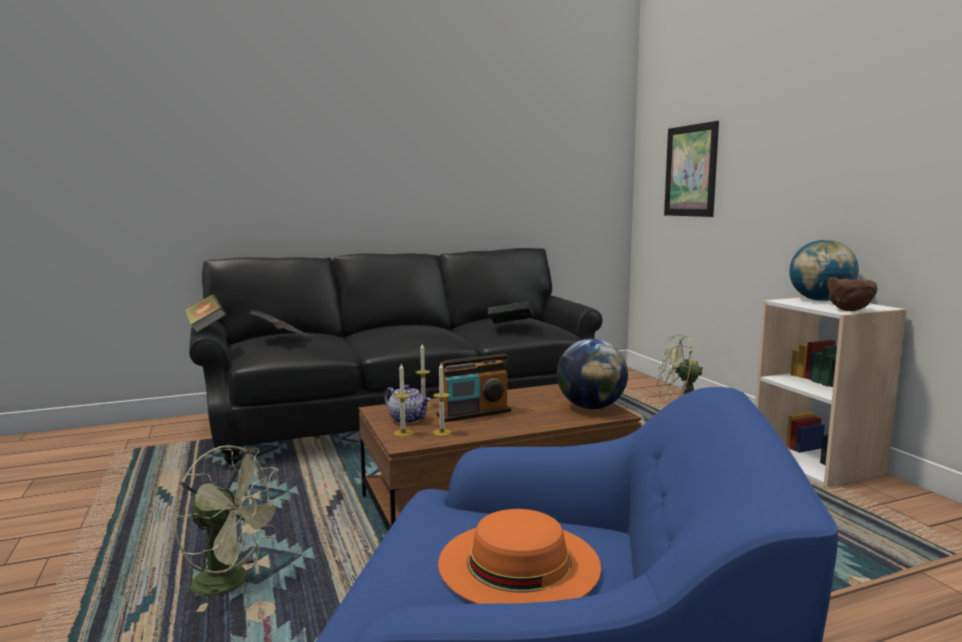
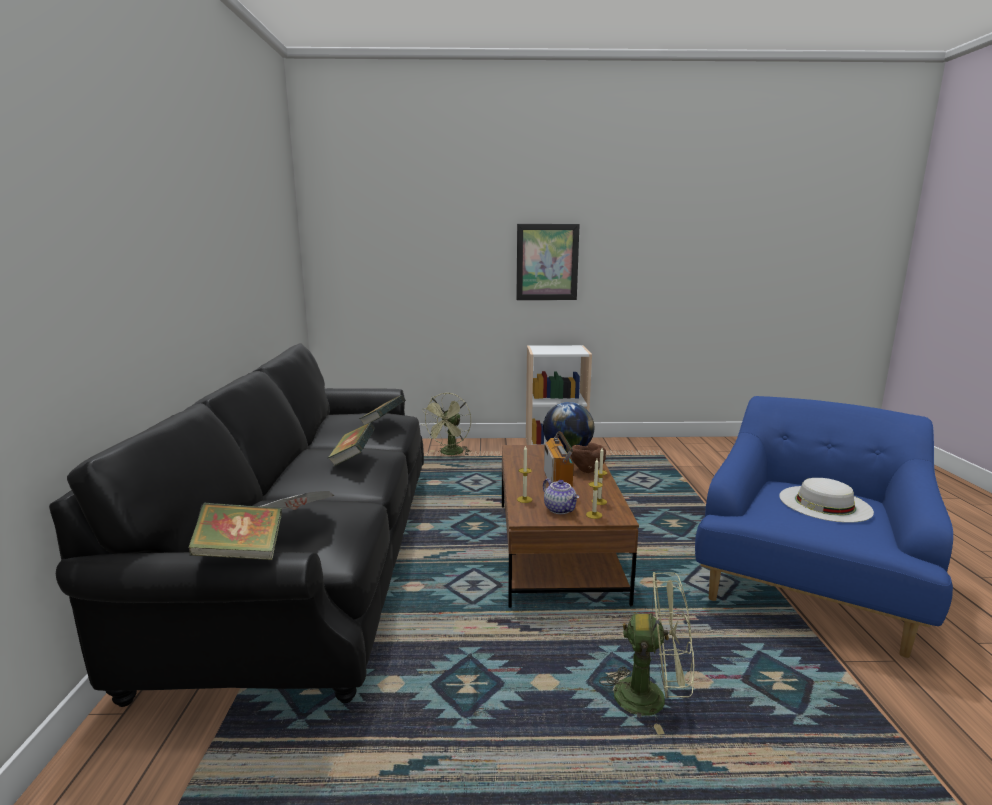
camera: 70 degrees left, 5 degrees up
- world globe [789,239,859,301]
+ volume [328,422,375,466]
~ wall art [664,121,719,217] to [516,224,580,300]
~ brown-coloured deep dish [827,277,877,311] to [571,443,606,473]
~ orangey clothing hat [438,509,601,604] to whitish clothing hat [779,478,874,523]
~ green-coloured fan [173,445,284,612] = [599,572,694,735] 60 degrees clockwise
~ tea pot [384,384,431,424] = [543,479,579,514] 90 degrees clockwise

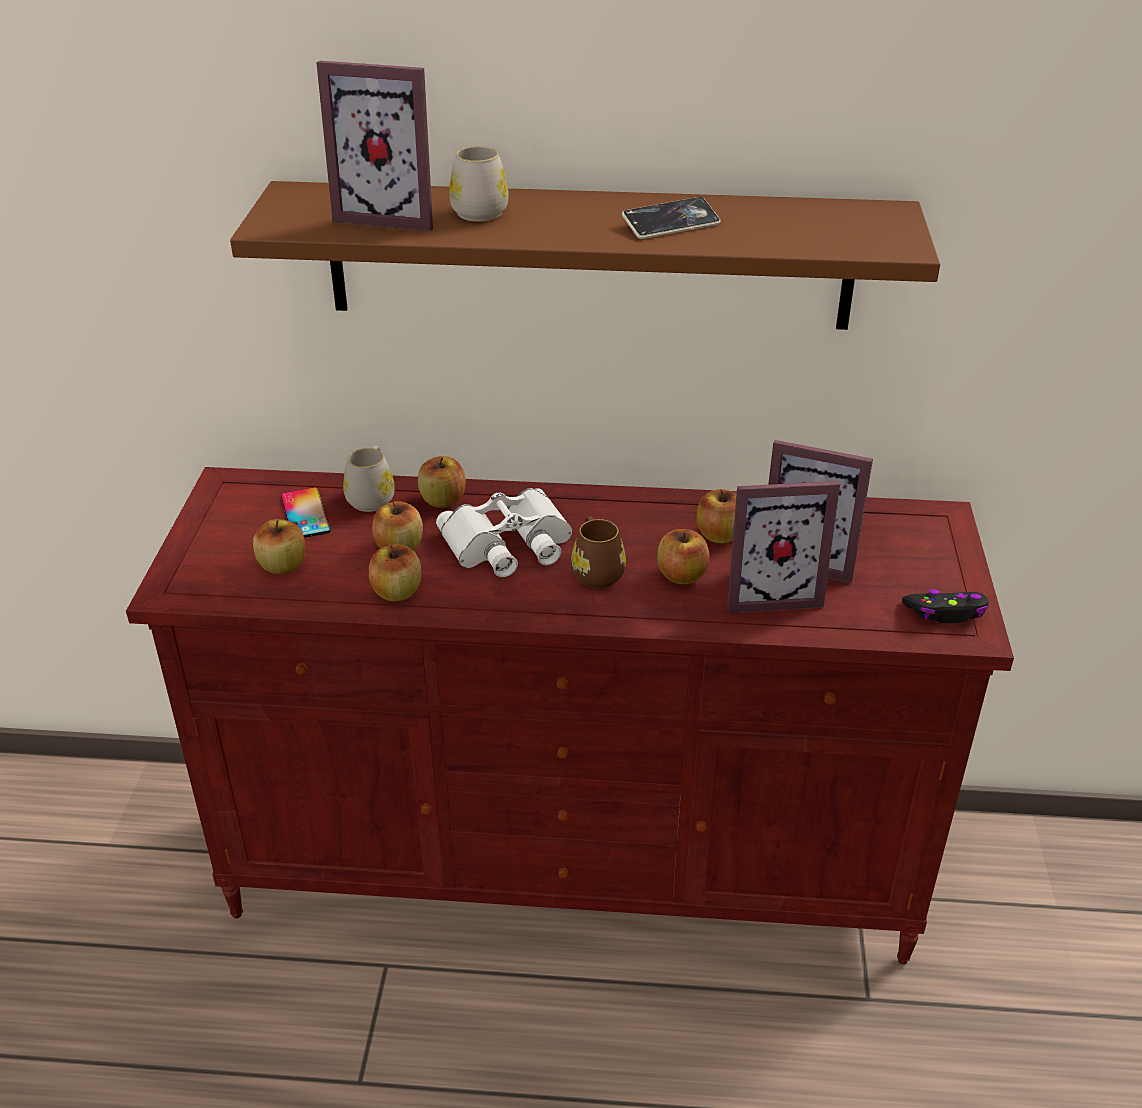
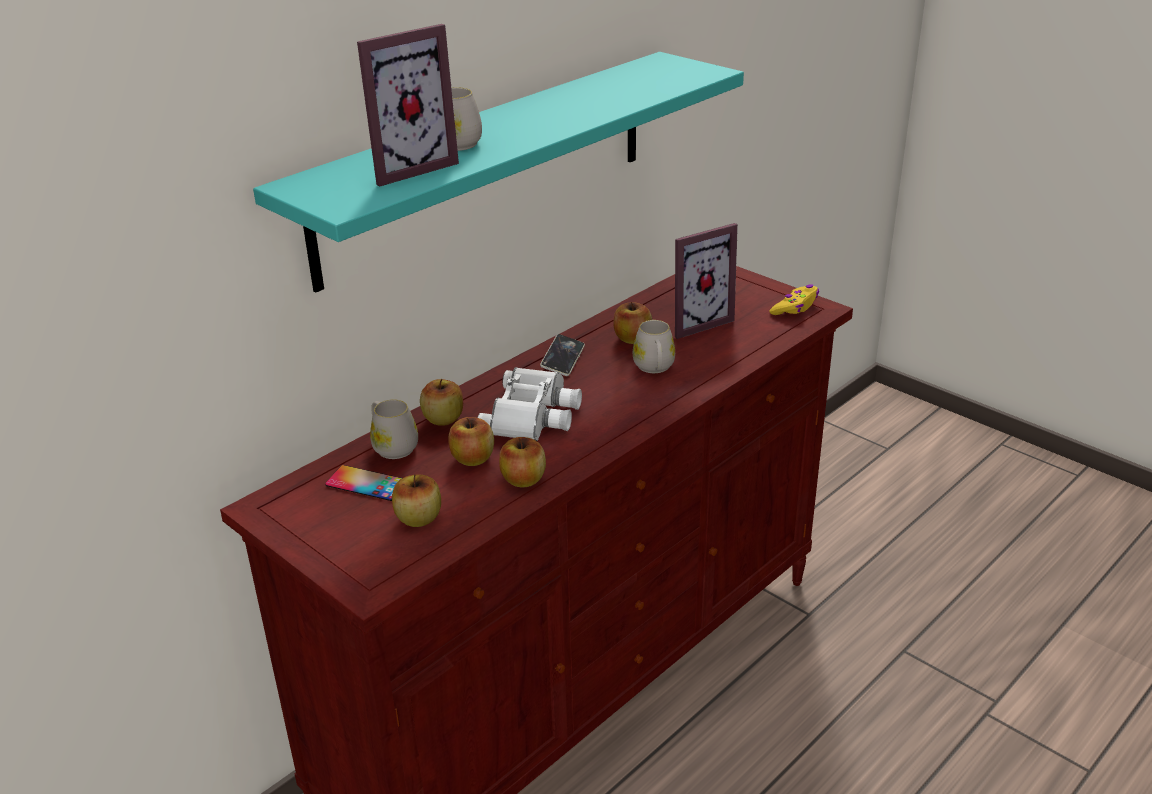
camera: 50 degrees left, 5 degrees down
- brown-coloured tea mug [571,516,626,588]
- standing frame [727,481,840,613]
~ telephone [622,197,721,239] to [540,334,585,376]
~ whole apple [657,529,709,584] to whitish tea mug [633,320,675,373]
~ brown-coloured bracket shelf [230,181,940,330] to blue-green bracket shelf [253,52,744,292]
~ blackish gamepad [902,589,989,623] to yellow gamepad [769,284,819,315]

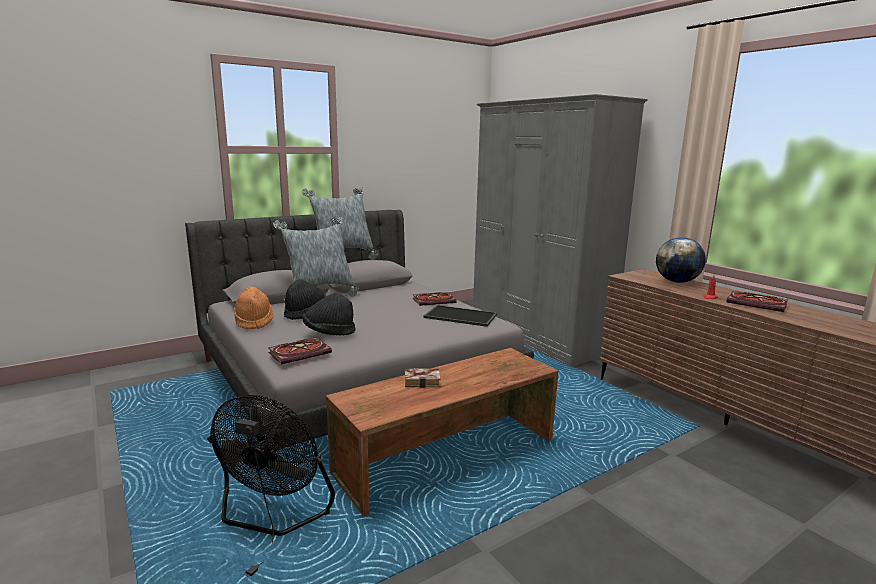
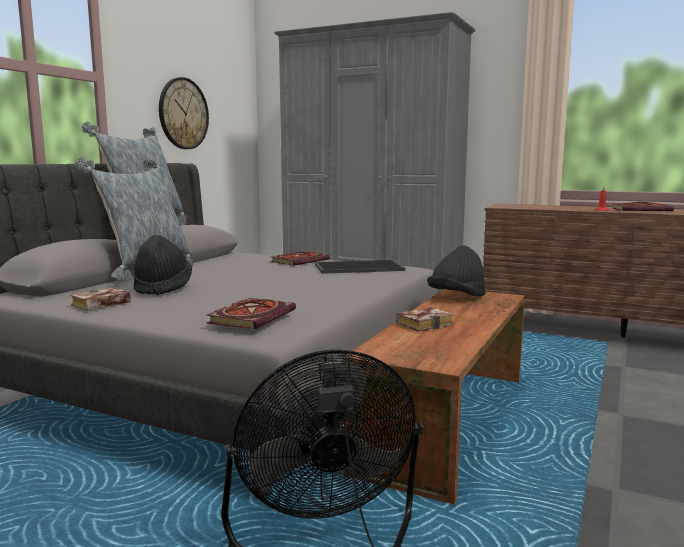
camera: 30 degrees left, 5 degrees down
- world globe [656,237,706,283]
+ hanging clock [159,77,209,149]
~ blackish clothing hat [302,293,356,336] to [427,245,486,296]
~ orangey clothing hat [234,287,273,329] to volume [70,288,131,311]

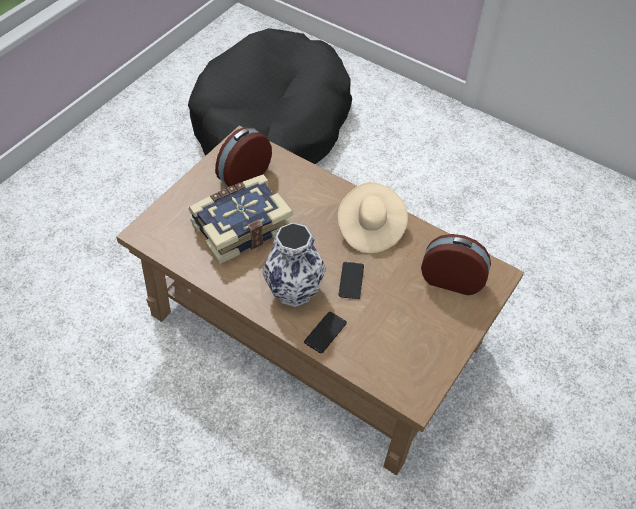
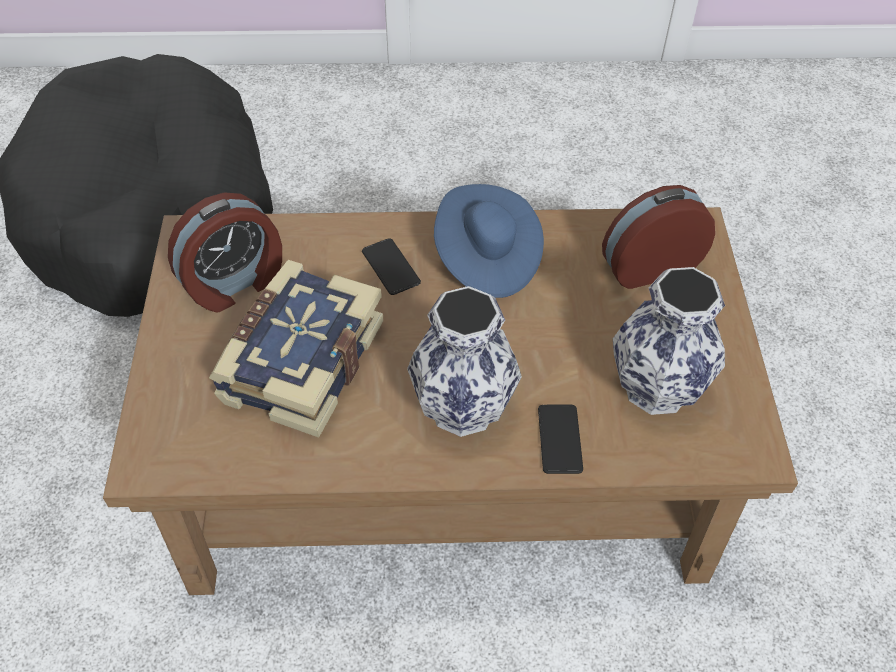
camera: 35 degrees left, 0 degrees up
+ flower vase [613,267,725,415]
~ telephone [339,262,364,299] to [362,238,421,295]
~ sand-coloured clothing hat [338,182,408,253] to blue-coloured clothing hat [434,184,544,298]
~ table clock [215,127,272,187] = [168,192,282,312] 135 degrees counterclockwise

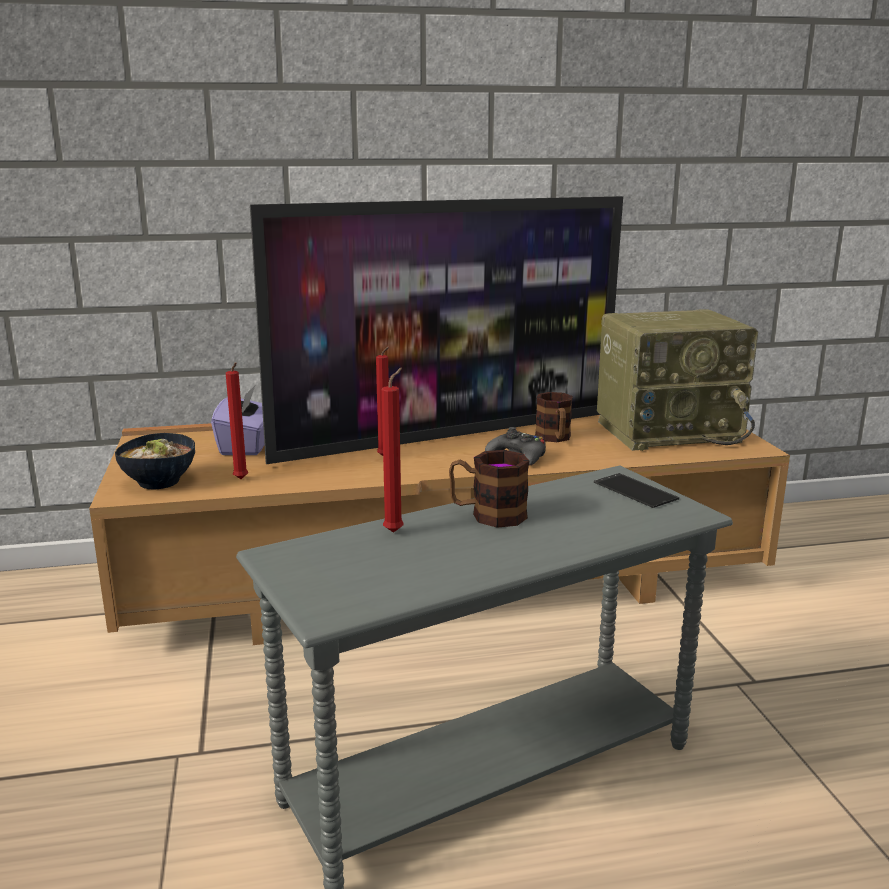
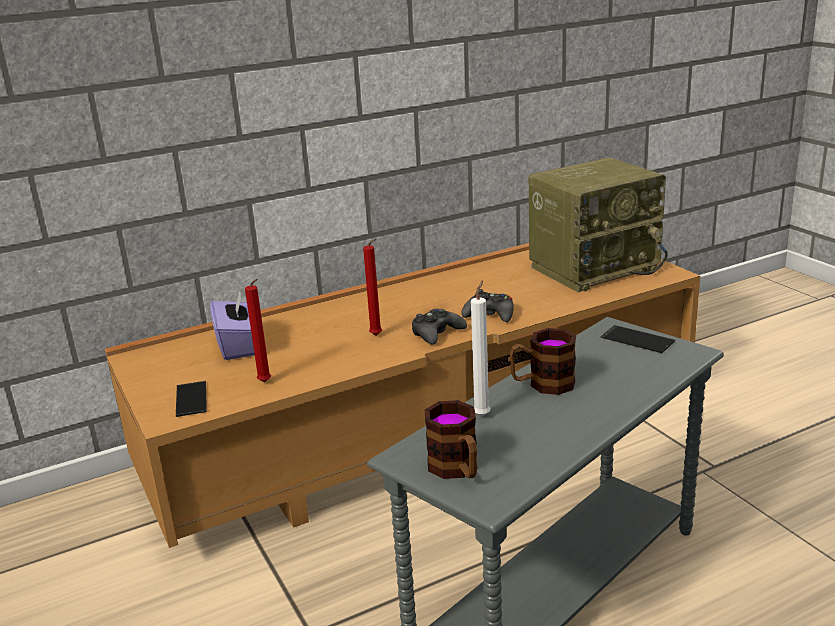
camera: 15 degrees left, 5 degrees up
- TV set [250,196,623,464]
+ blackish gamepad [412,308,467,345]
~ tea mug [535,392,573,442] to [425,400,477,479]
~ deep dish [115,433,195,489] to telephone [176,381,207,417]
~ red wax candle [382,367,403,533] to whitish wax candle [471,281,490,416]

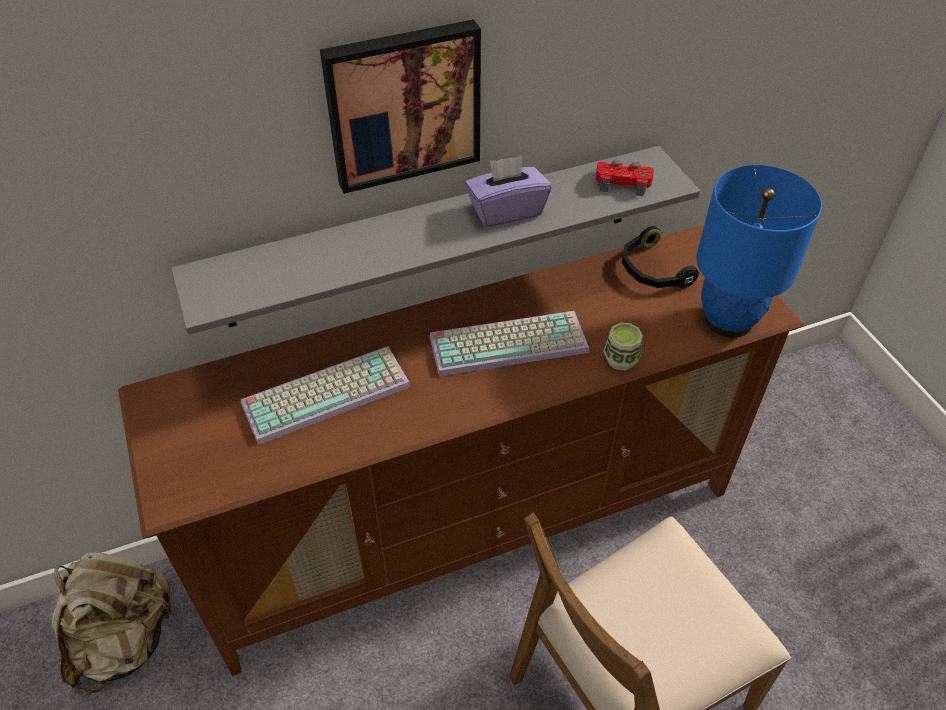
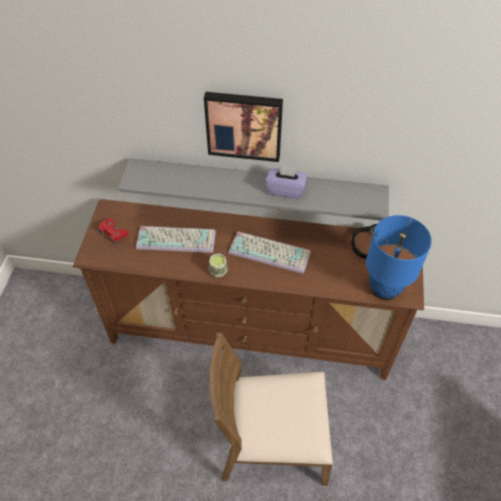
camera: 30 degrees right, 5 degrees up
- sand-coloured rucksack [52,552,176,693]
~ red gamepad [596,160,654,196] to [98,219,129,244]
~ small cup [603,323,643,370] to [209,254,228,277]

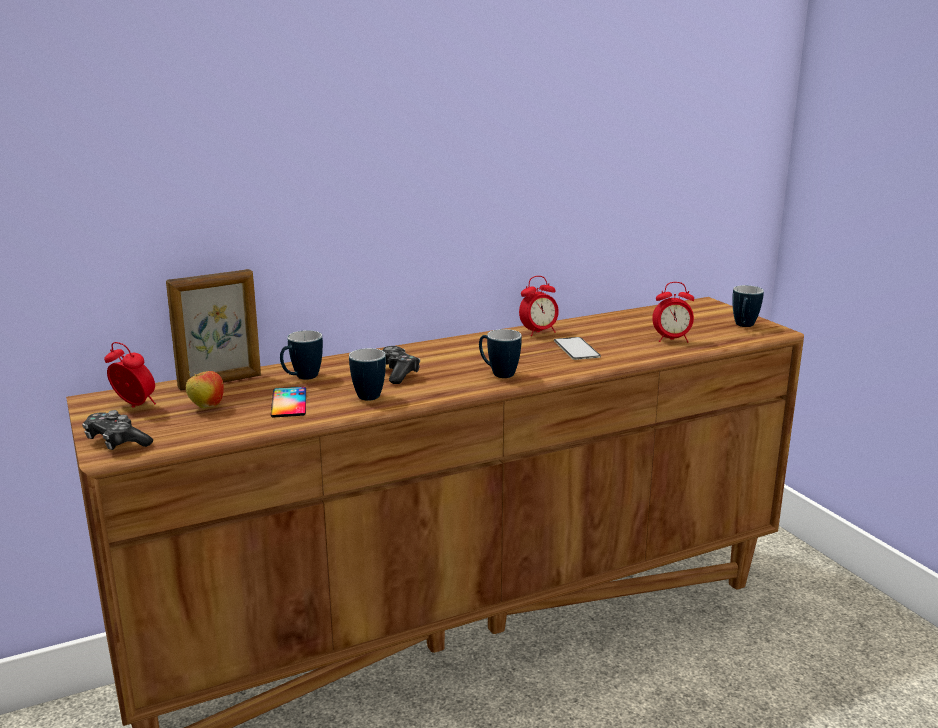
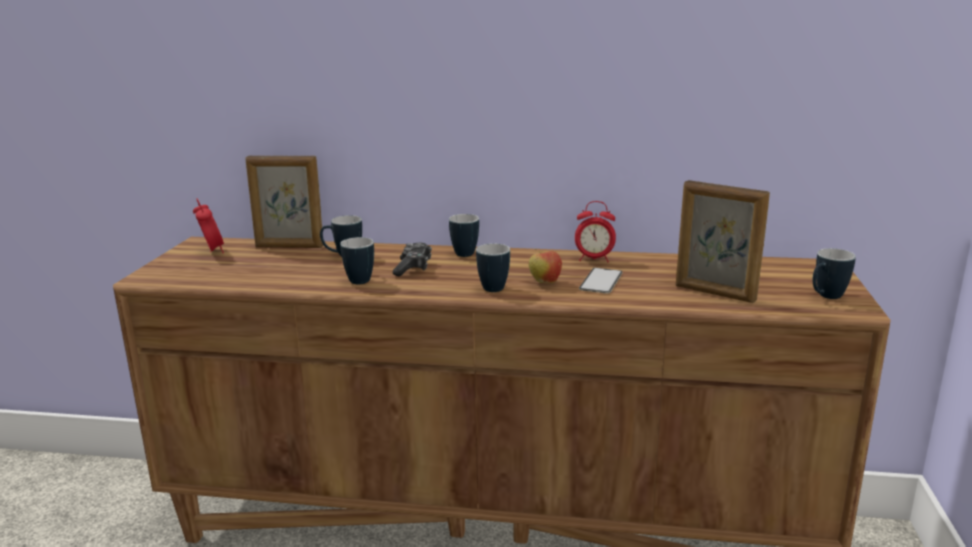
camera: 35 degrees right, 0 degrees up
- gamepad [82,410,153,450]
- telephone [271,387,306,417]
+ tea mug [449,214,479,257]
~ whole apple [186,371,224,409] to [529,248,562,283]
~ table clock [652,282,694,343] to standing frame [676,180,770,303]

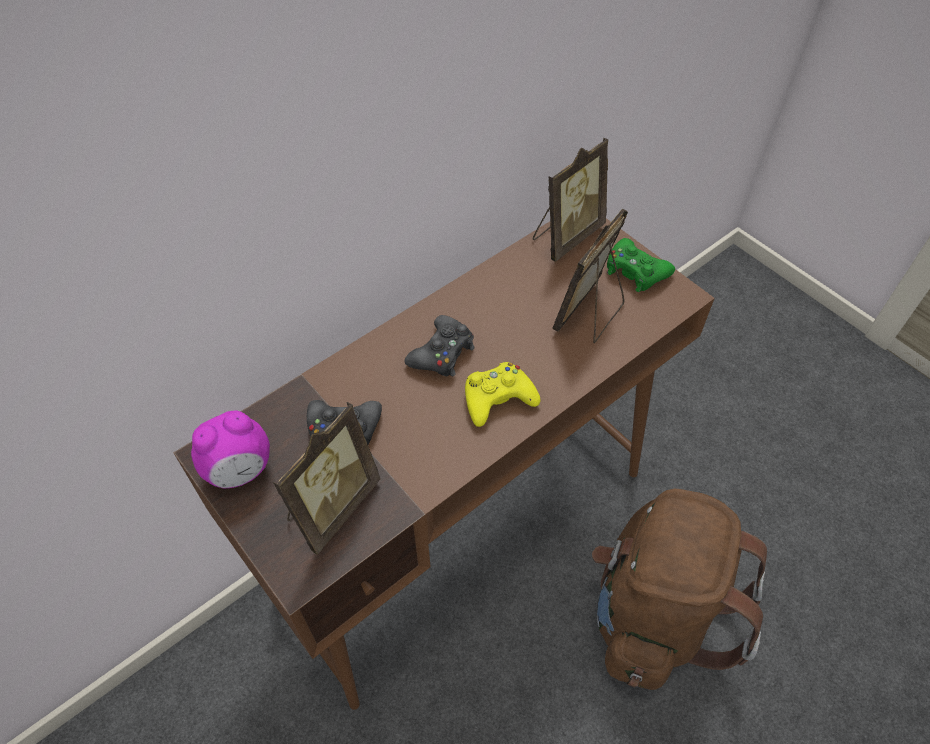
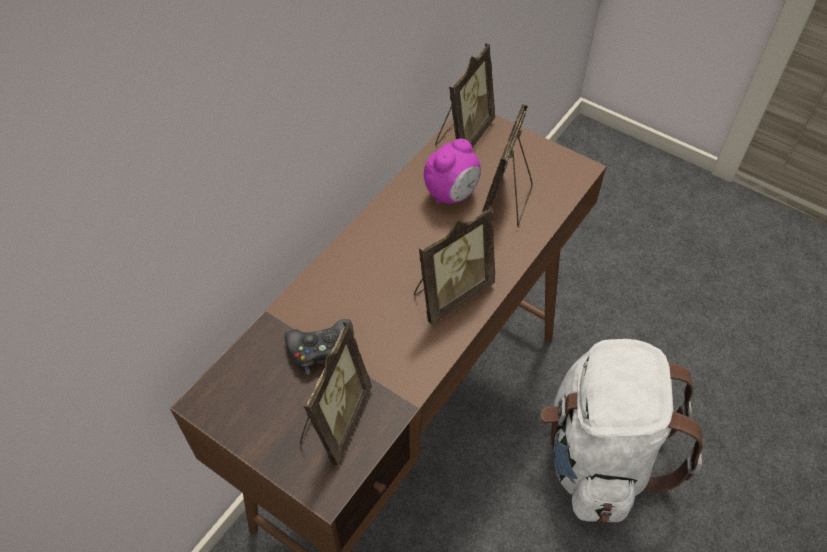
camera: 15 degrees left, 0 degrees up
- blackish gamepad [404,315,474,376]
- green-coloured gamepad [607,238,675,292]
~ table clock [191,410,270,489] to [424,139,481,204]
~ yellow gamepad [465,362,540,427] to standing frame [414,205,495,325]
~ brown-coloured rucksack [592,489,767,690] to whitish rucksack [540,339,703,524]

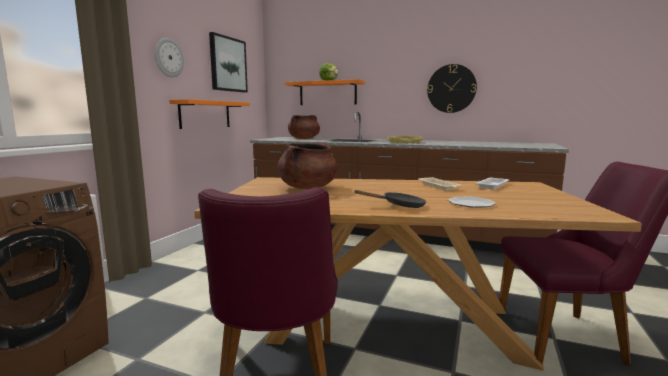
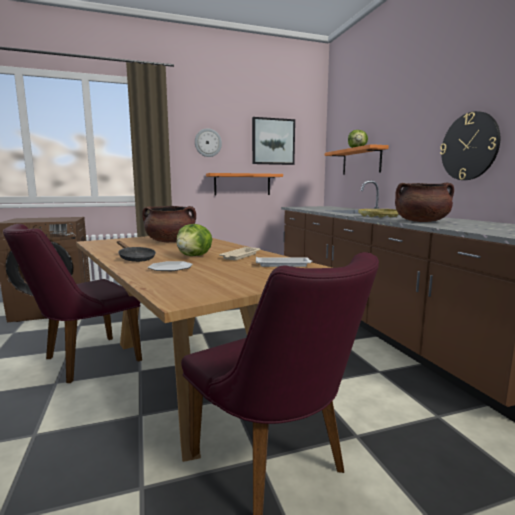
camera: 50 degrees right, 0 degrees up
+ lettuce [177,224,212,256]
~ brown-coloured cooking pot [288,115,320,139] to [395,183,454,222]

